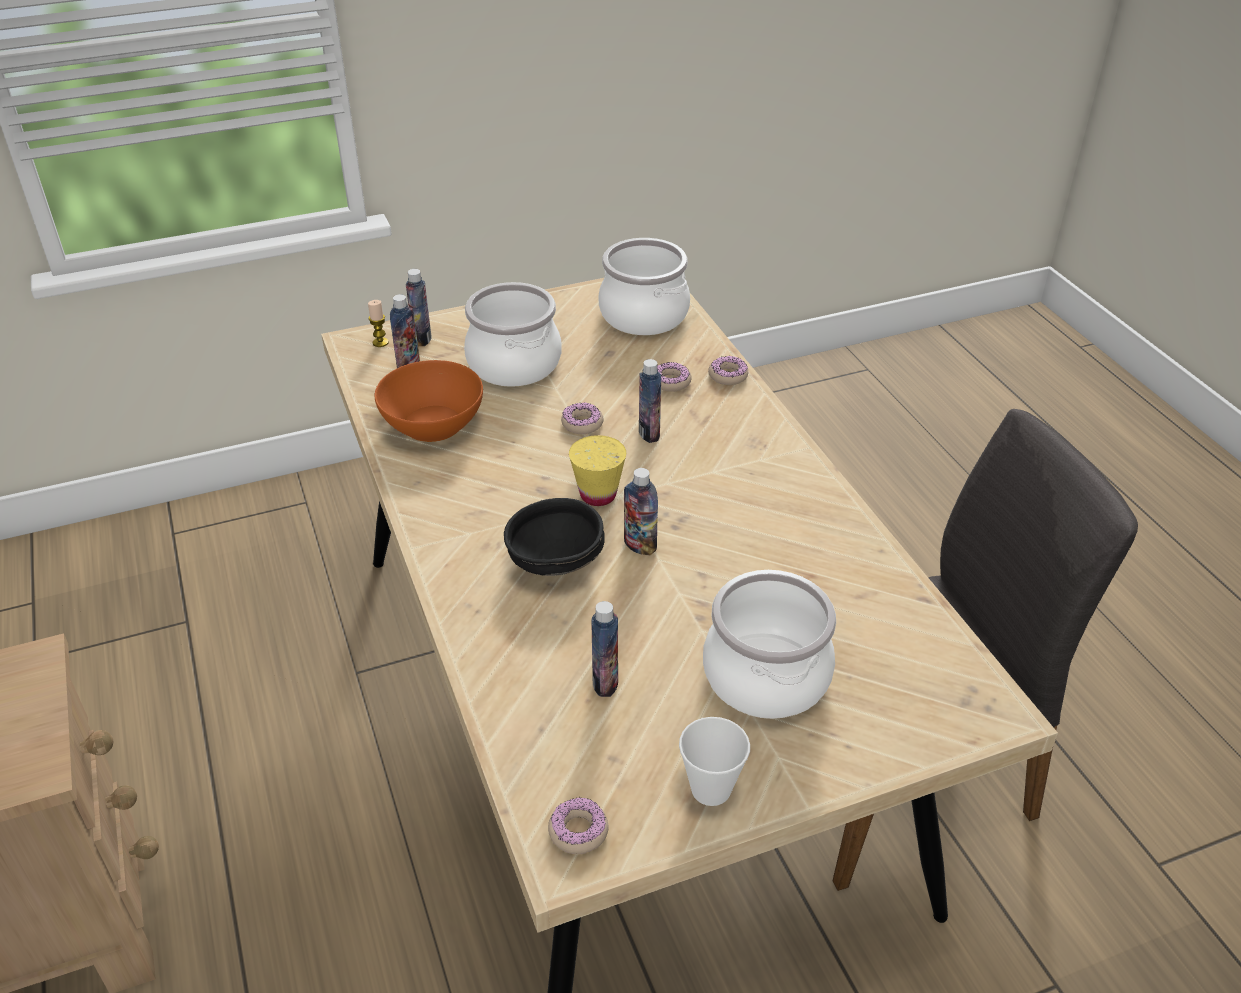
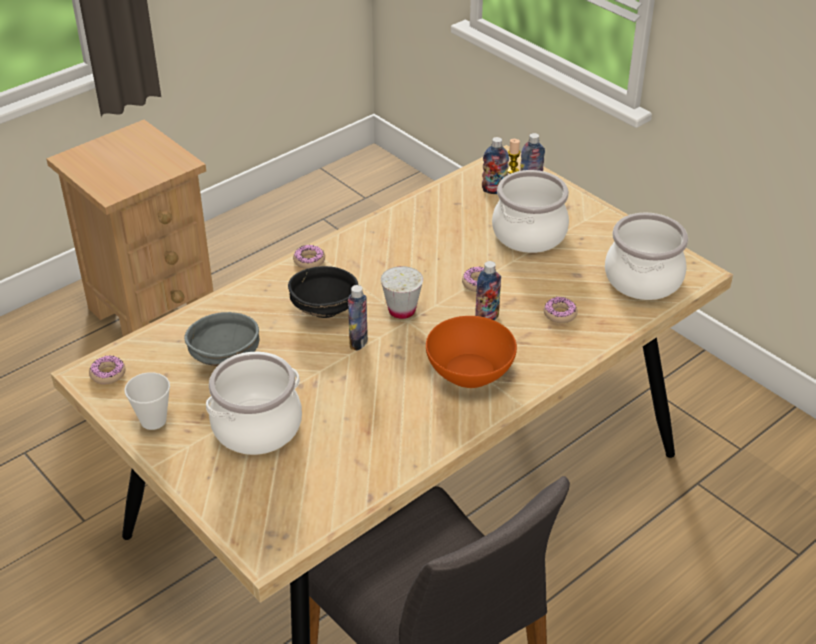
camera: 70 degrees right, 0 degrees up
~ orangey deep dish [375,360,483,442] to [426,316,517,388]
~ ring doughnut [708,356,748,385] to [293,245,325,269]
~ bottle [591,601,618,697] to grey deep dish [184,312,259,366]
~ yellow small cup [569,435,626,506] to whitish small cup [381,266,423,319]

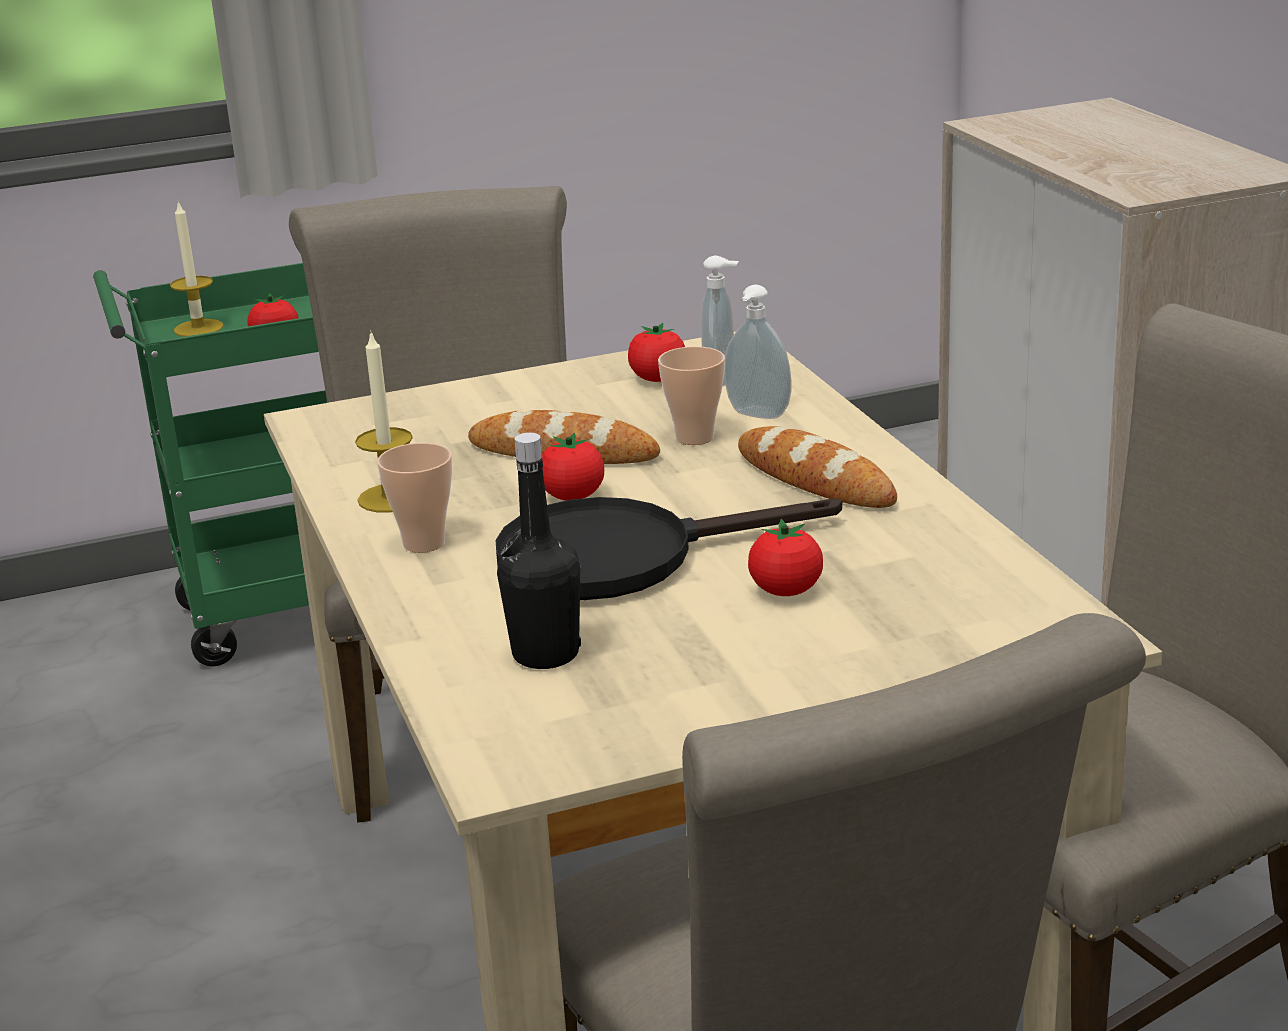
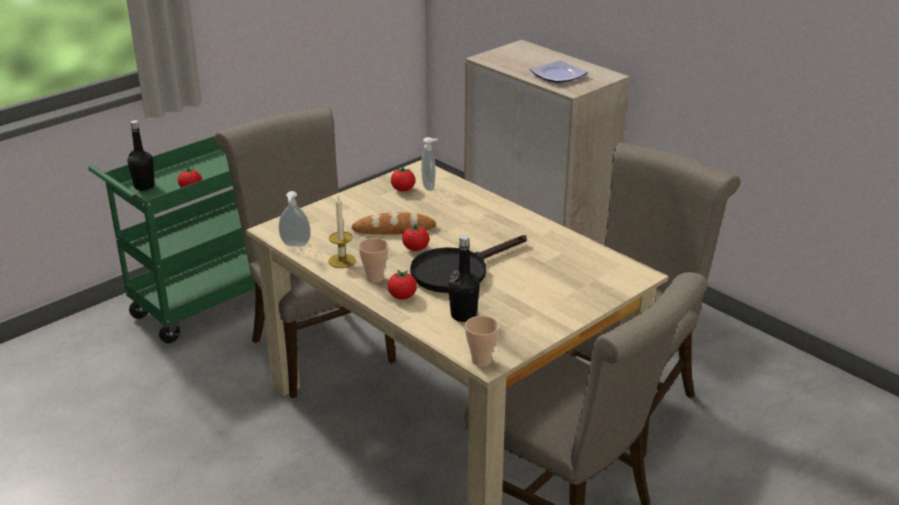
camera: 25 degrees left, 5 degrees up
- bread [738,426,897,508]
+ flat dish [530,60,588,83]
~ small cup [658,346,725,445] to [465,316,499,367]
~ soap dispenser [724,285,791,419] to [279,191,311,247]
~ whole tomato [748,519,823,596] to [388,270,417,300]
~ wax candle [170,201,224,337] to blackish bottle [128,120,155,191]

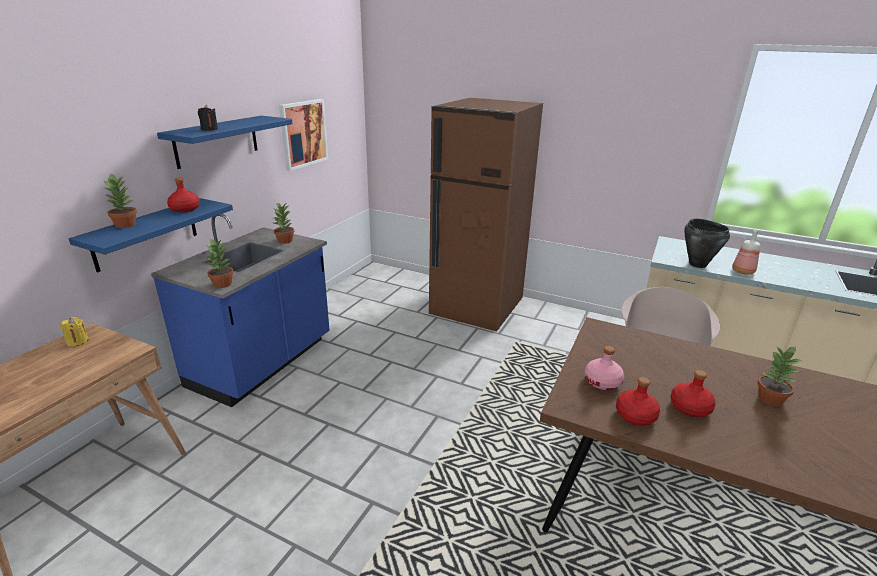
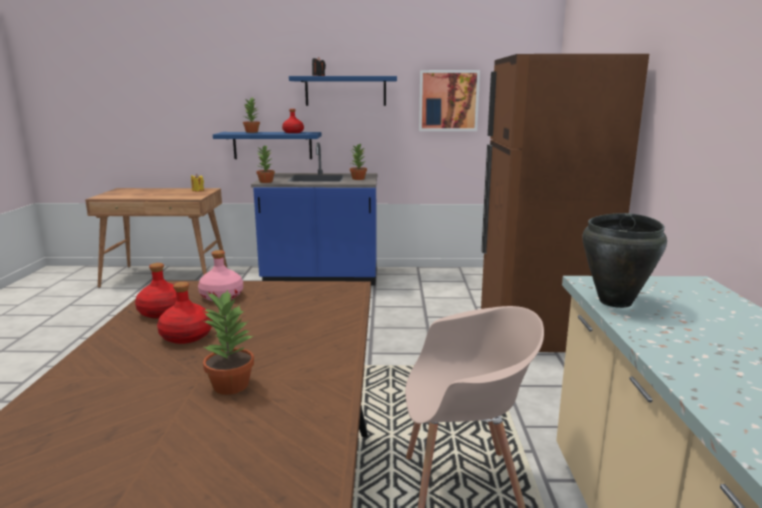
camera: 65 degrees right, 10 degrees down
- bottle [732,230,760,275]

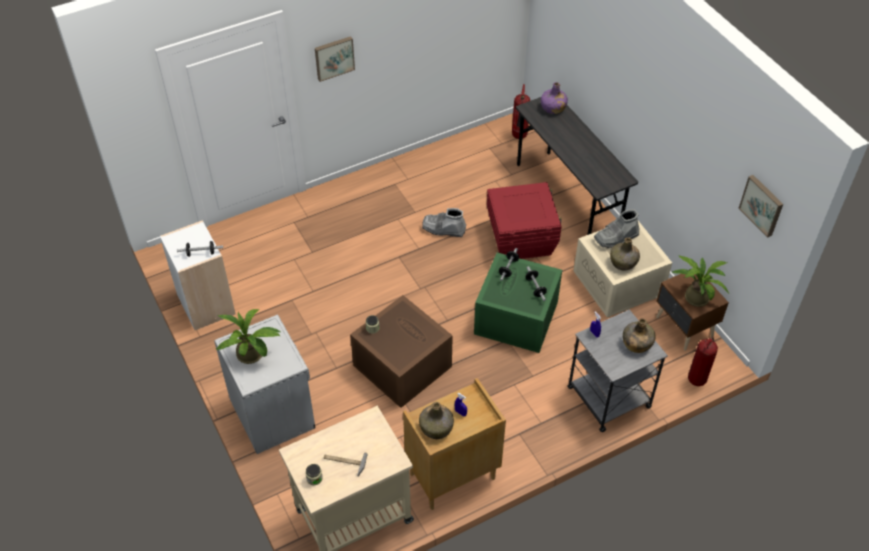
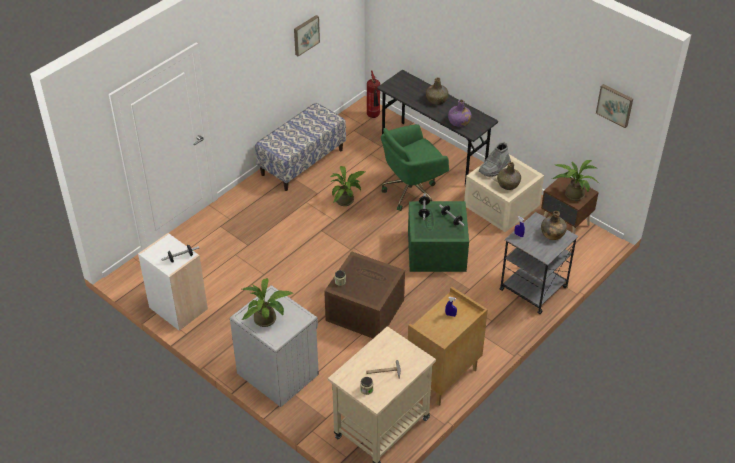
camera: 20 degrees left, 5 degrees down
- fire-fighting cylinder [688,337,718,386]
+ indoor bench [255,103,346,191]
~ wall art [315,36,355,82] to [294,15,320,56]
~ green-coloured bottle [419,402,454,439] to [426,77,448,105]
~ purple bottle [541,82,568,114] to [448,99,472,127]
~ grey boot [422,208,466,237] to plant in a pot [330,166,365,206]
~ red storage container [487,182,562,259] to green-coloured desk chair [381,124,449,211]

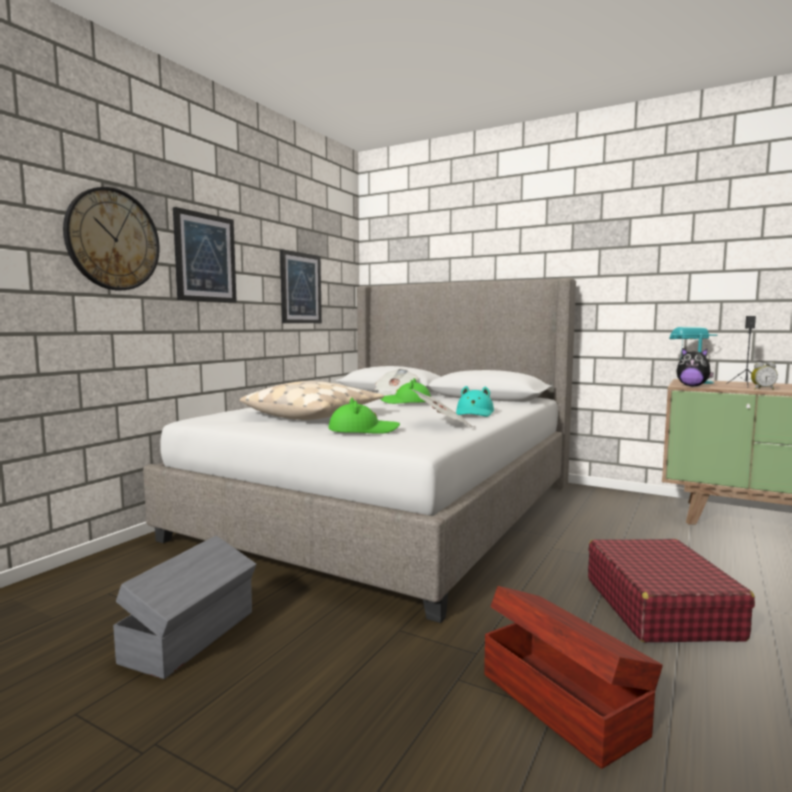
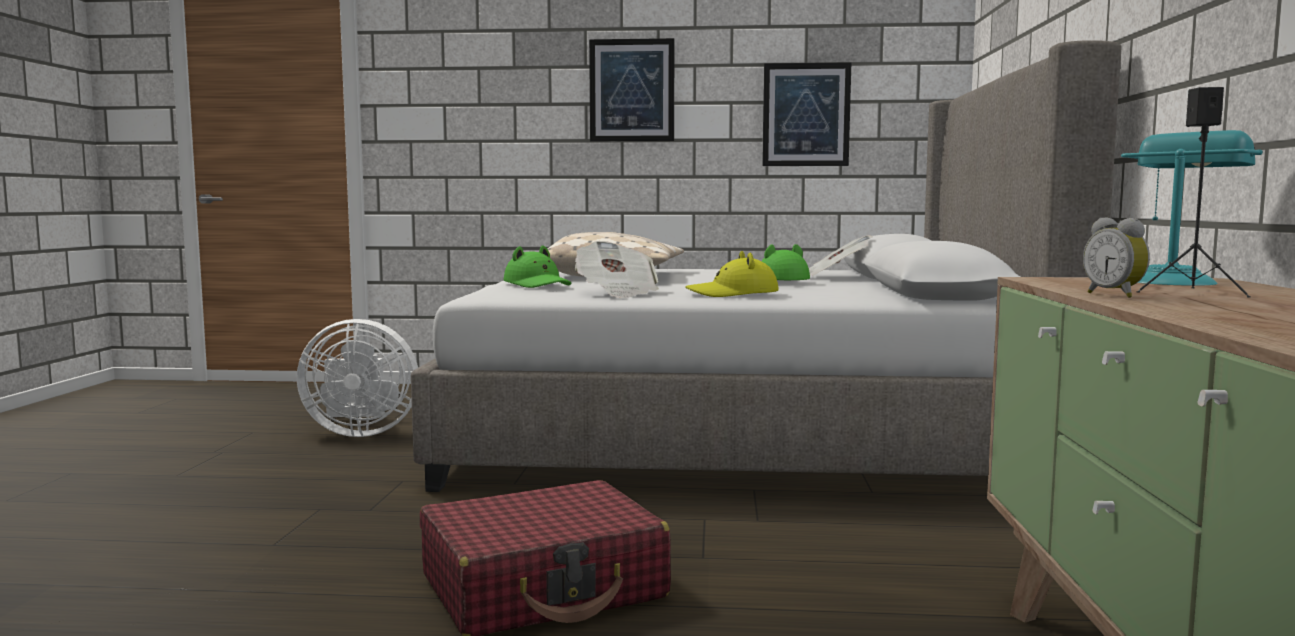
camera: 65 degrees right, 0 degrees up
- hanging clock [63,187,160,290]
- brown-coloured storage container [484,586,663,769]
- soft toy [677,348,714,387]
~ grey storage container [113,536,256,679] to whitish fan [297,319,418,437]
~ blue-green clothing hat [456,386,494,417] to yellow clothing hat [685,251,779,297]

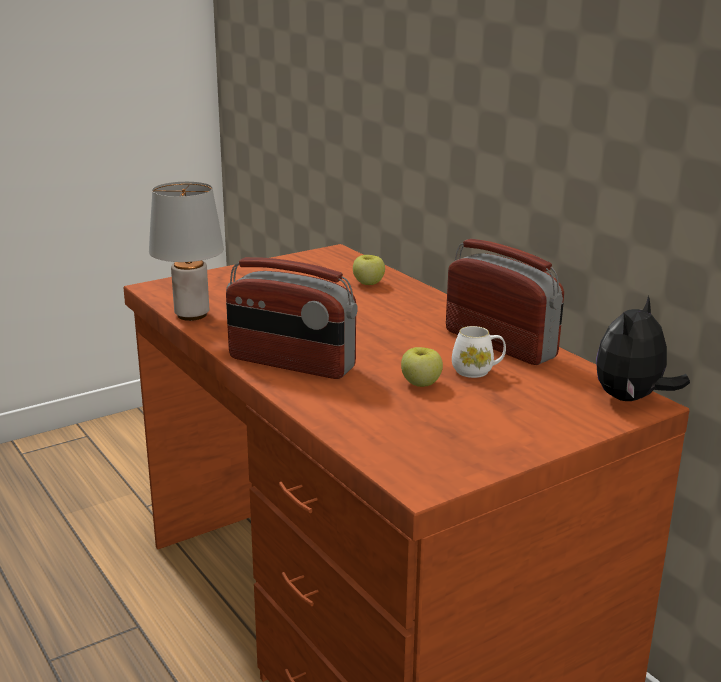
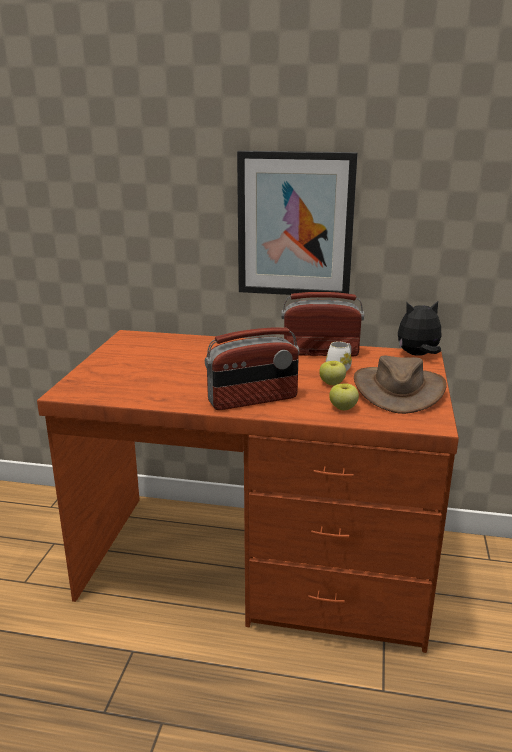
camera: 45 degrees left, 0 degrees up
- grey tabletop lamp [149,182,224,321]
+ wall art [237,151,358,295]
+ brown-coloured clothing hat [354,356,447,414]
~ whole apple [353,255,385,285] to [329,384,359,410]
~ soft toy [596,295,690,401] = [398,301,442,356] 90 degrees clockwise

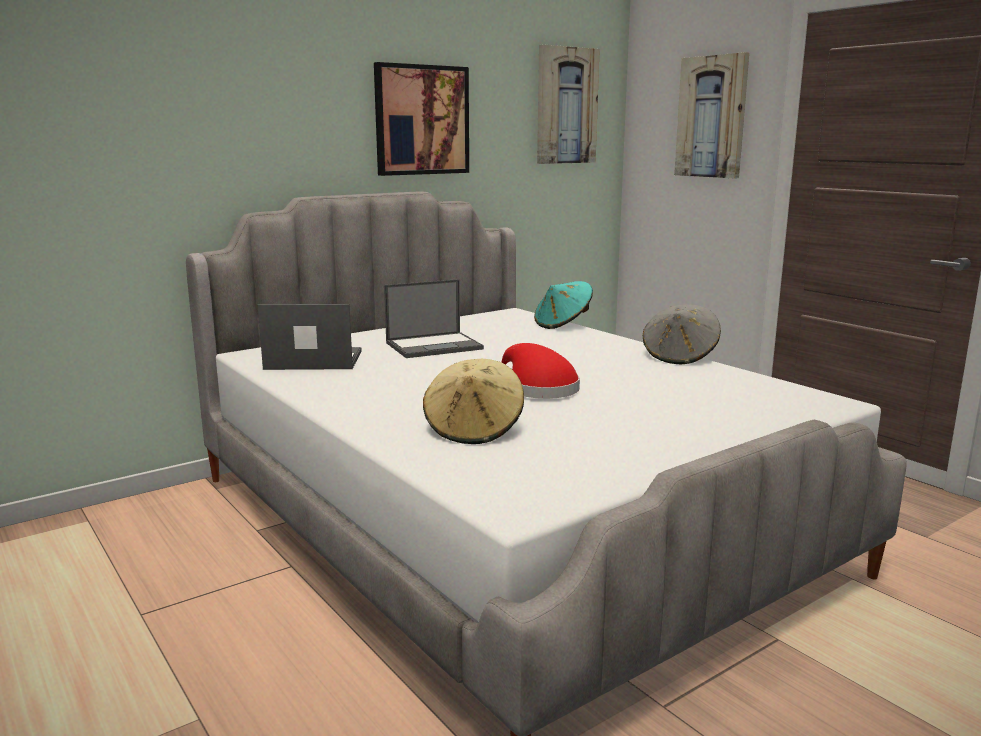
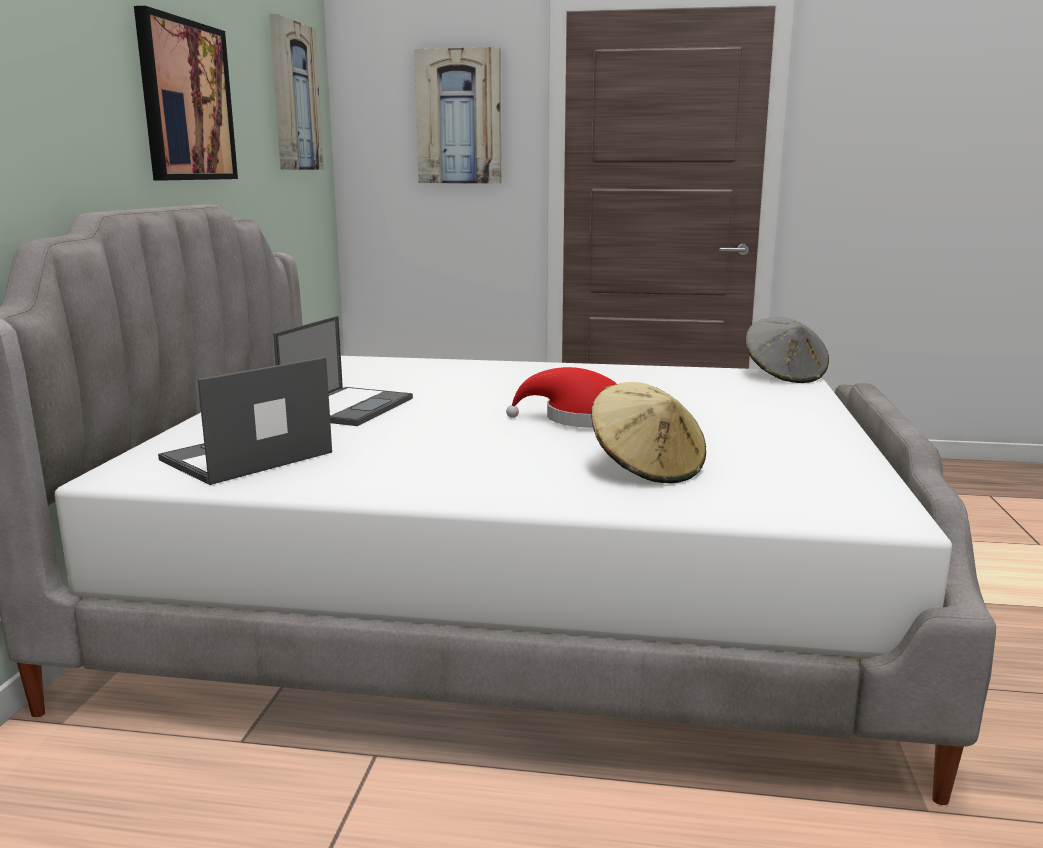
camera: 45 degrees left, 0 degrees up
- blue-green clothing hat [534,281,593,329]
~ grey clothing hat [643,304,721,364] to [746,317,829,383]

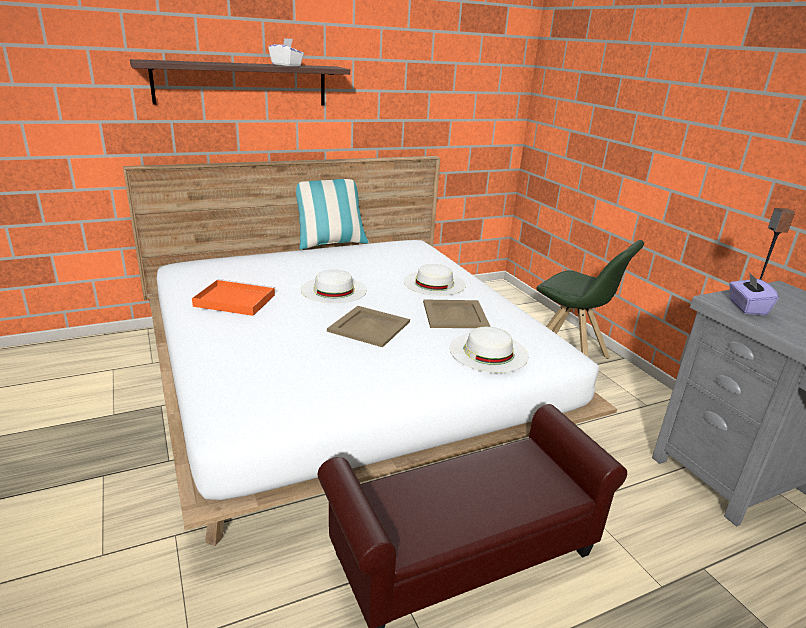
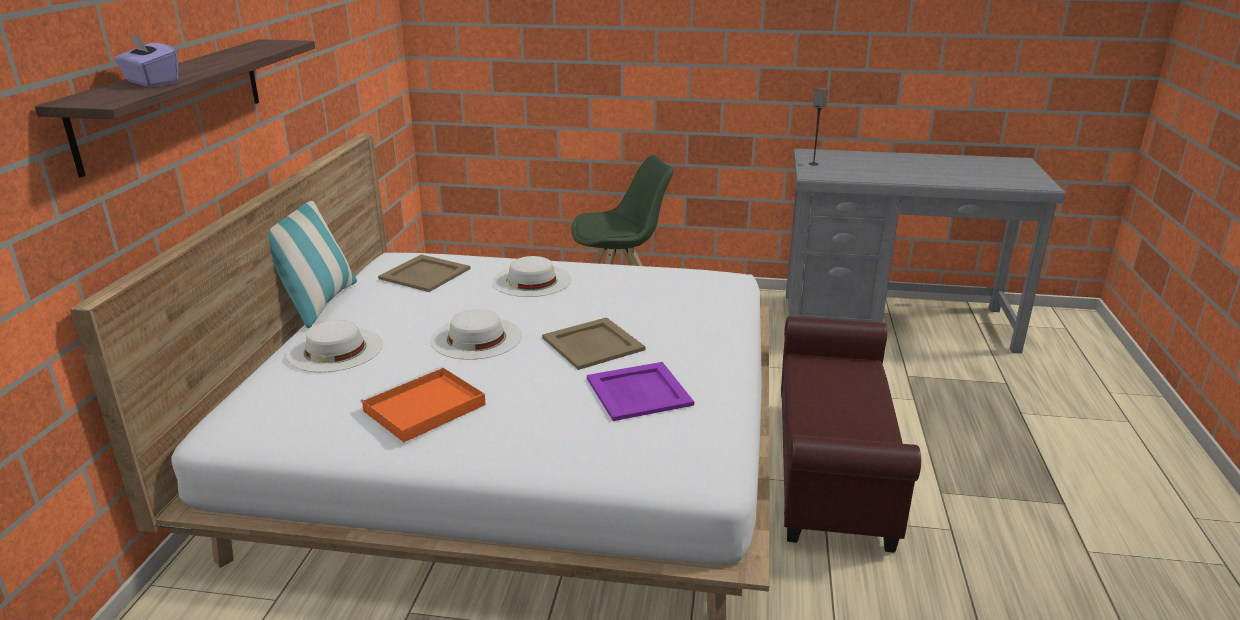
camera: 55 degrees left, 0 degrees up
- whitish tissue holder [268,38,304,66]
+ purple tray [587,362,694,421]
~ sand-coloured tray [423,299,490,328] to [378,254,471,292]
~ whitish clothing hat [449,327,529,373] to [286,320,383,372]
~ purple tissue holder [729,272,779,315] to [114,34,178,87]

